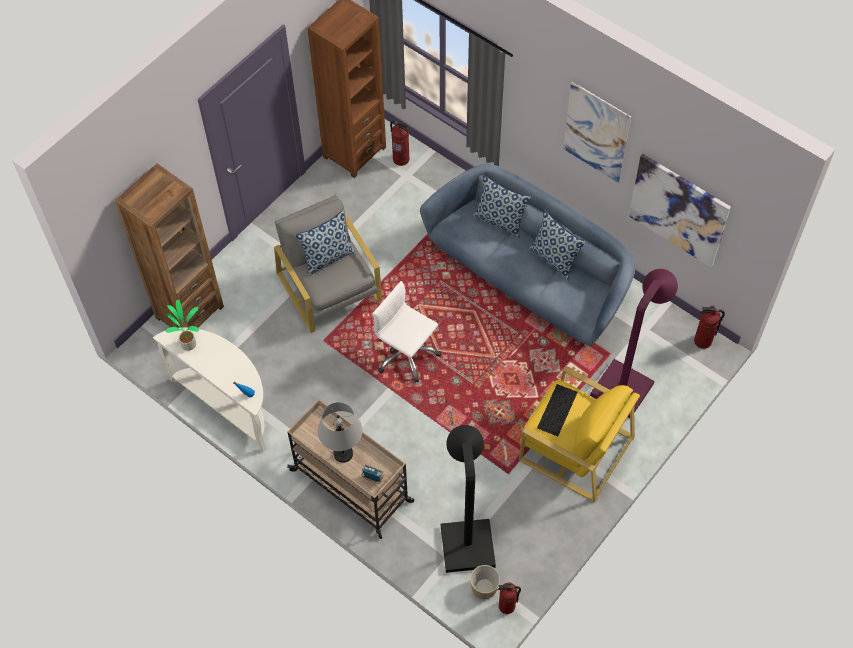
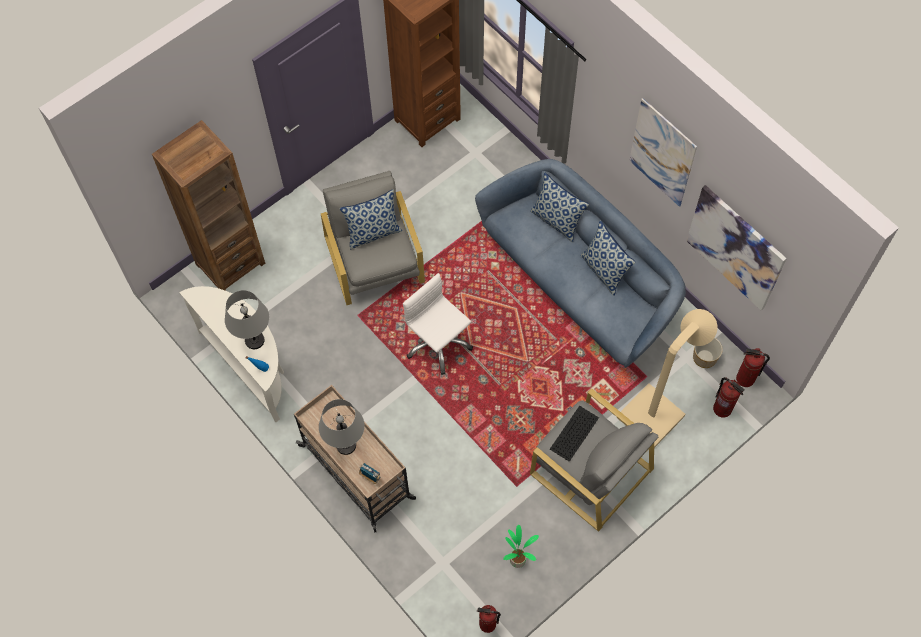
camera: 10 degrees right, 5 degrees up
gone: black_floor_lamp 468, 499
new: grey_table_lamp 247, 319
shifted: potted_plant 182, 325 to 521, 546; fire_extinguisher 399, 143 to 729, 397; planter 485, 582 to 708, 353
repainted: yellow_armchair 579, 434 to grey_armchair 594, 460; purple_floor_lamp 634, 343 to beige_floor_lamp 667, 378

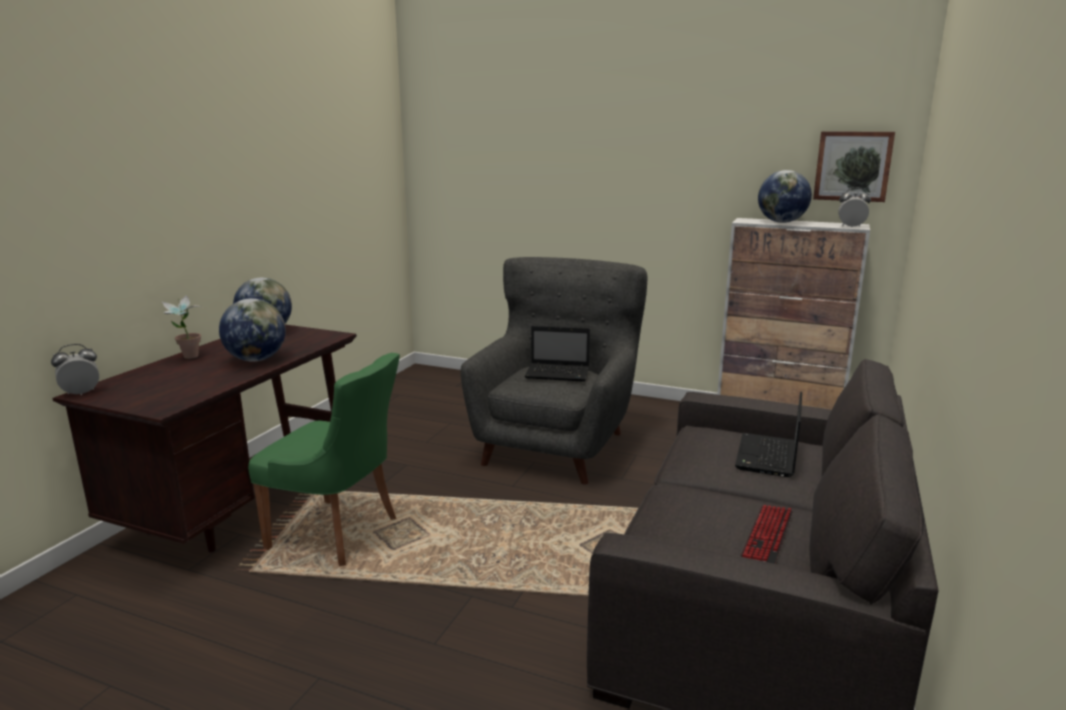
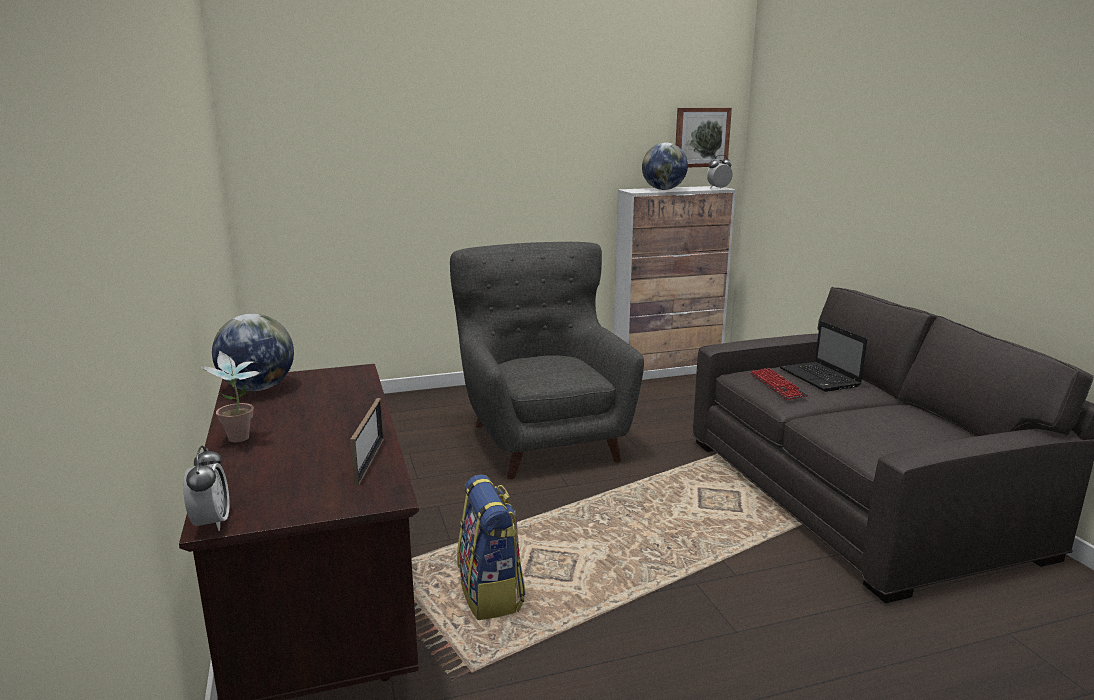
camera: 40 degrees left, 0 degrees up
gone: globe 252, 330; laptop 557, 354
new: picture_frame 367, 442
shifted: keyboard 766, 534 to 779, 384
swapped: green_chair 324, 459 to backpack 491, 547
rotated: alarm_clock 75, 369 = 206, 488 150 degrees clockwise

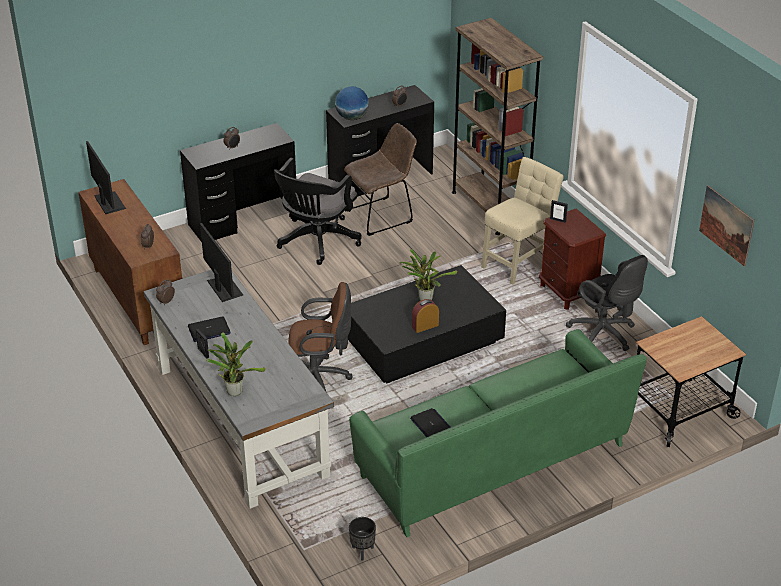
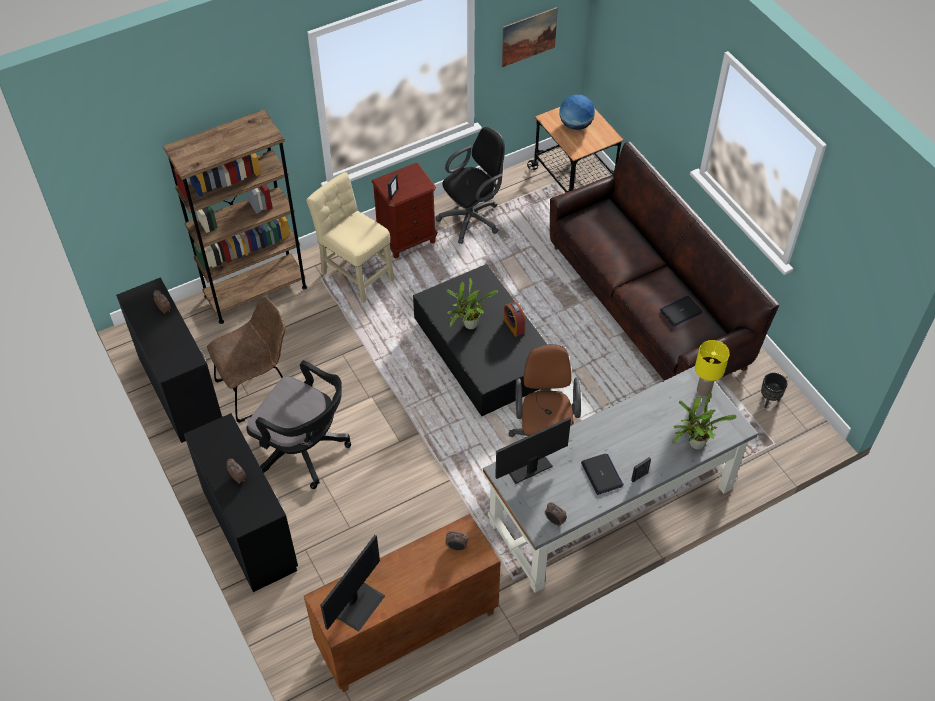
camera: 90 degrees left, 15 degrees up
new: yellow_table_lamp 712, 368
shifted: globe 352, 103 to 577, 112
repainted: green_sofa 498, 433 to brown_sofa 665, 261
rotated: monitor 106, 177 = 352, 583 150 degrees clockwise; brown_chair 380, 179 = 246, 360 90 degrees clockwise

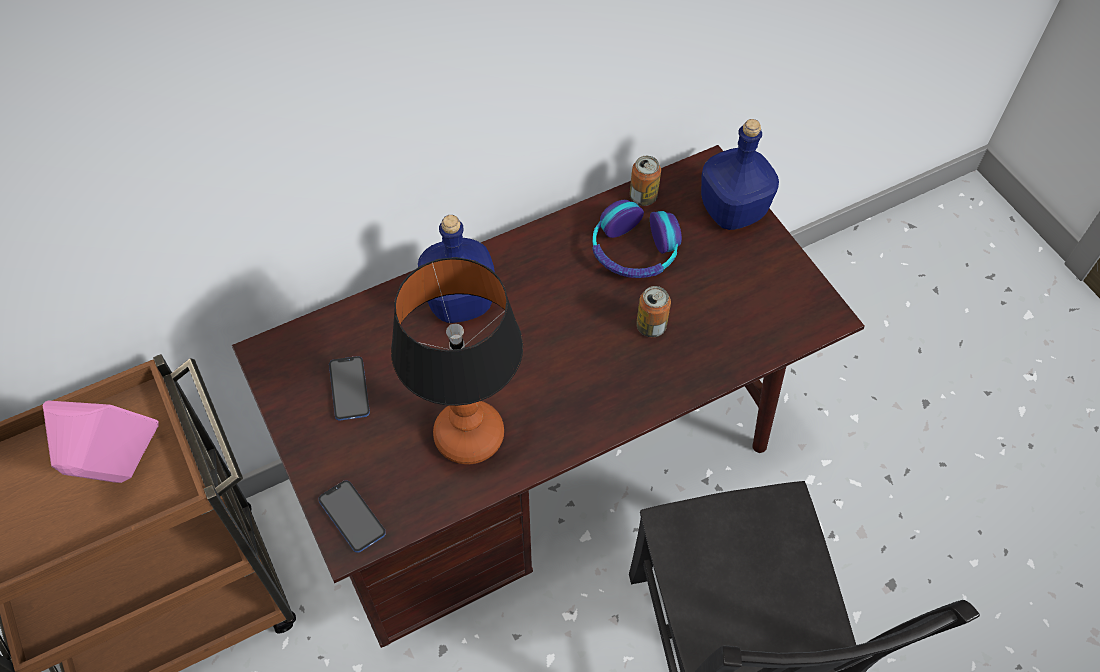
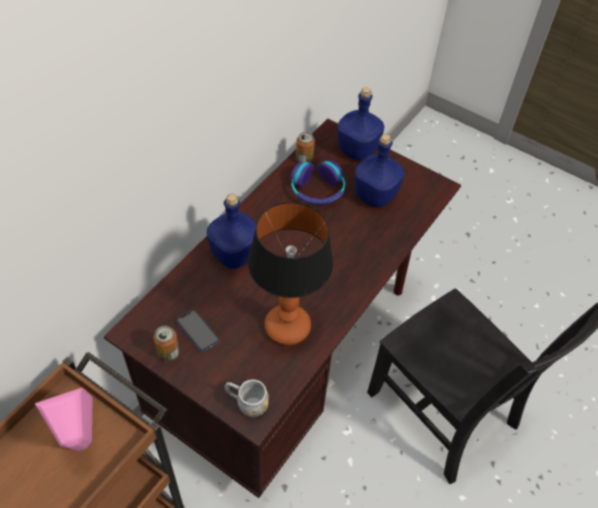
camera: 30 degrees left, 5 degrees down
new: blue_bottle 379, 171
shifted: can 653, 311 to 166, 344
swapped: phone 352, 516 to grey_mug 247, 398

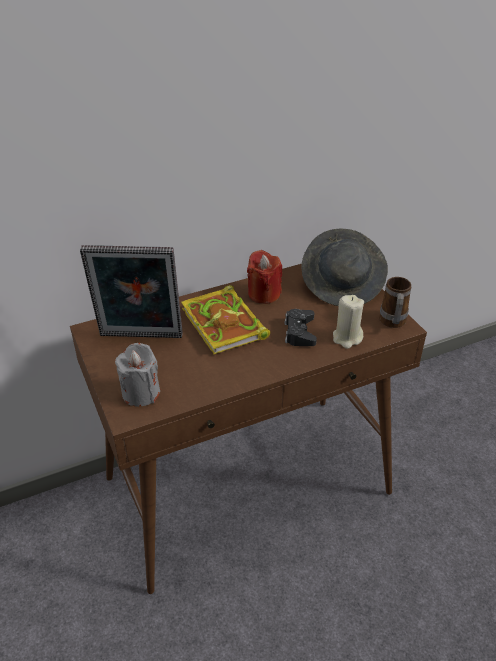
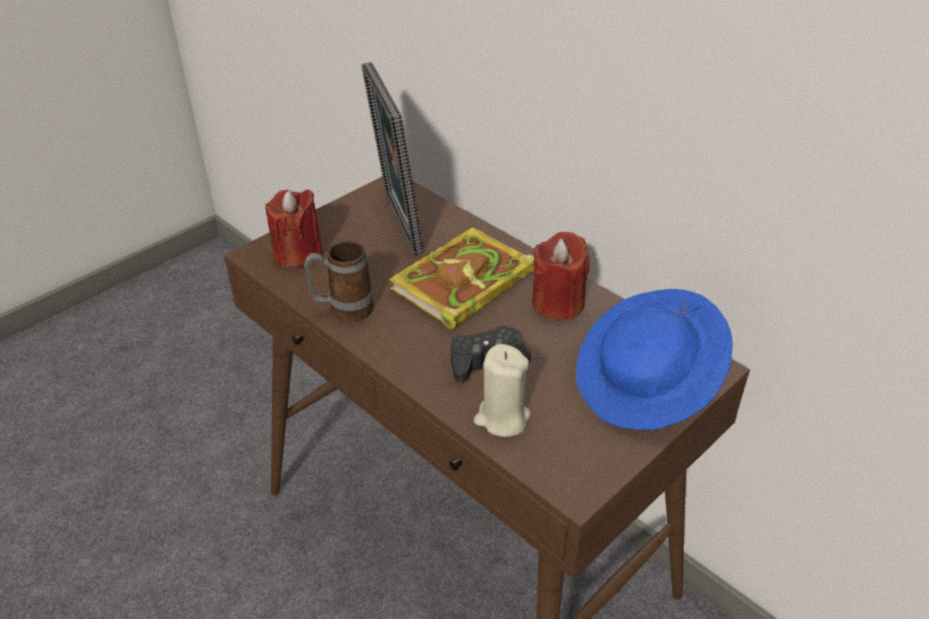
camera: 70 degrees right, 0 degrees up
shifted: mug 395, 302 to 338, 281
repainted: grey_candle 137, 375 to red_candle 294, 228; grey_hat 344, 267 to blue_hat 654, 359

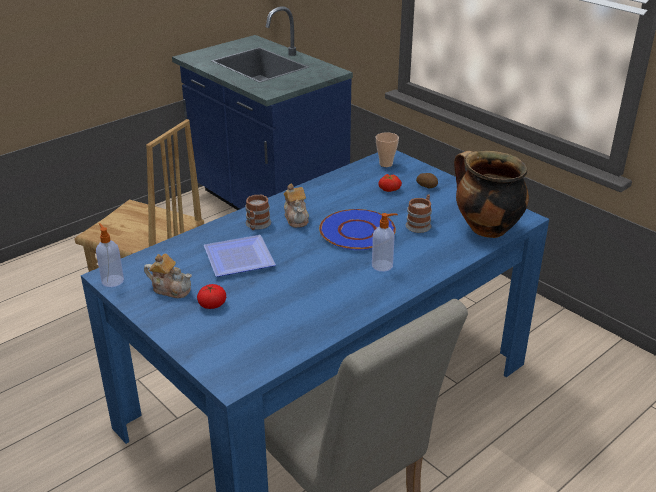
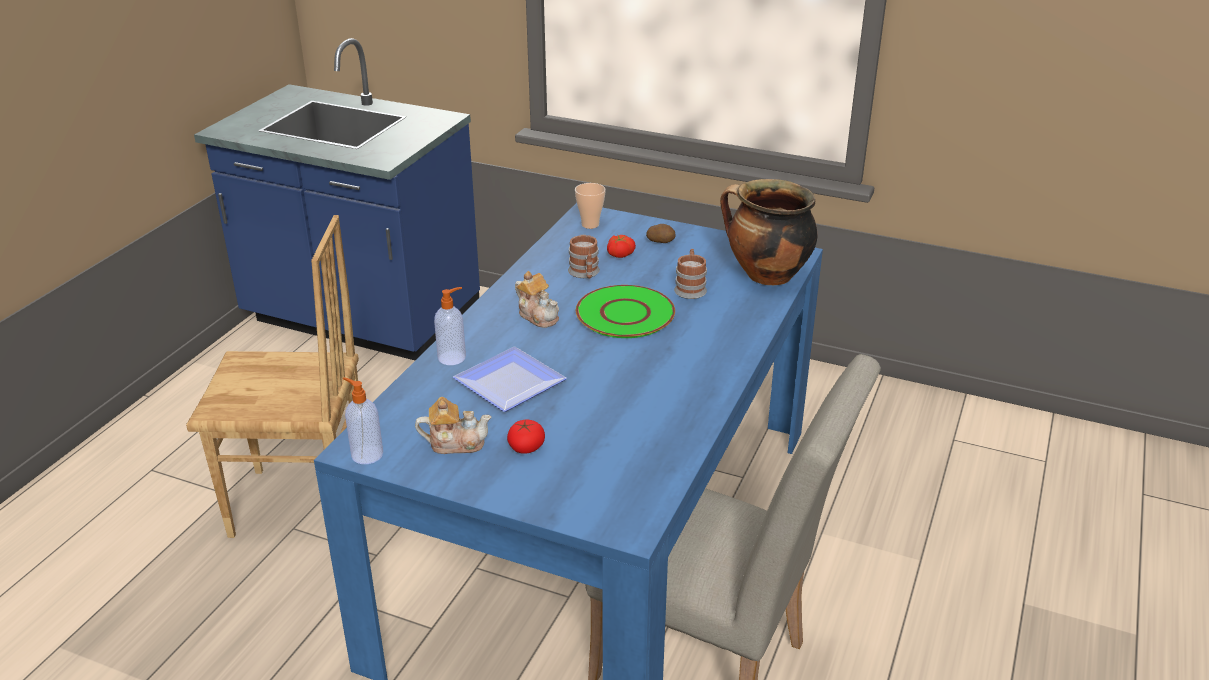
camera: 25 degrees left, 0 degrees up
shifted: mug 258, 212 to 584, 257; soap_dispenser 385, 242 to 450, 326
repainted: blue_plate 357, 229 to green_plate 625, 311

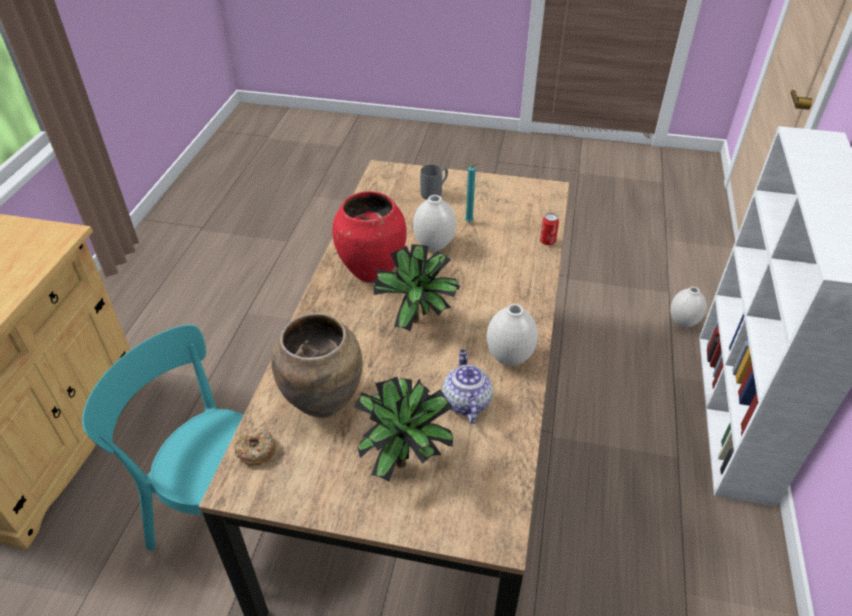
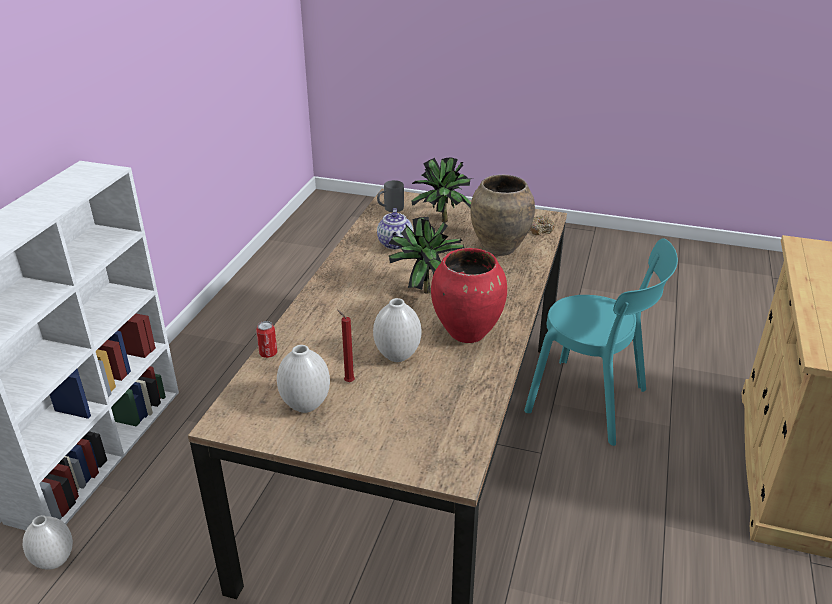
camera: 175 degrees left, 10 degrees down
shifted: grey_mug 434, 182 to 390, 196; white_vase 512, 335 to 303, 379
repainted: turquoise_candle 472, 192 to red_candle 346, 346

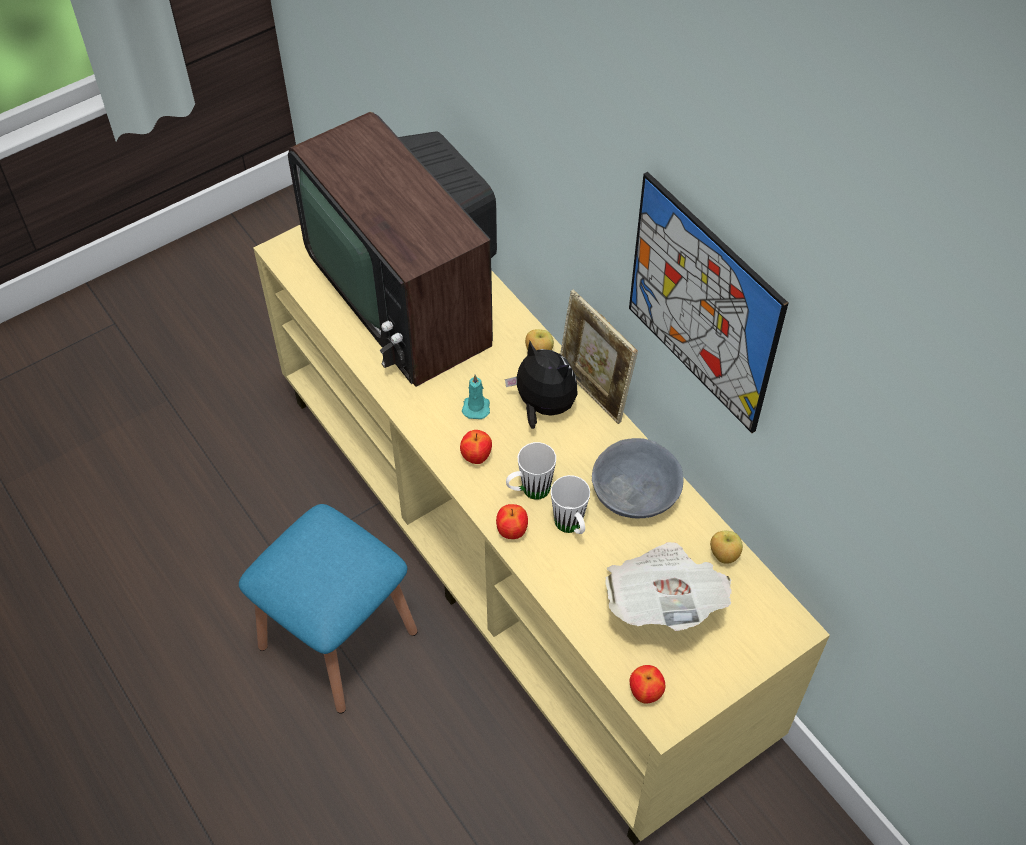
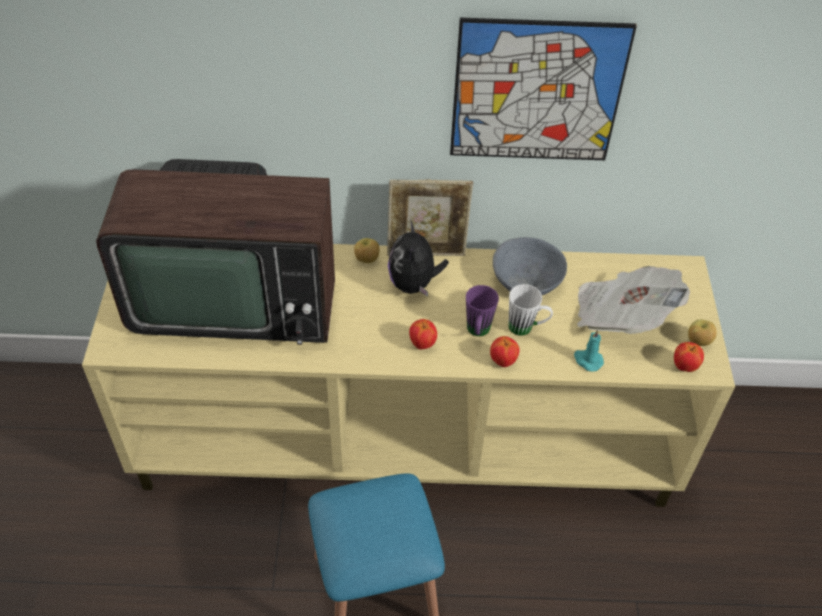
camera: 55 degrees left, 5 degrees down
shifted: turquoise_candle 476, 396 to 589, 350; apple 726, 547 to 702, 332
repainted: white_mug 531, 471 to purple_mug 482, 310
rotated: plush_toy 541, 385 = 418, 259 75 degrees counterclockwise

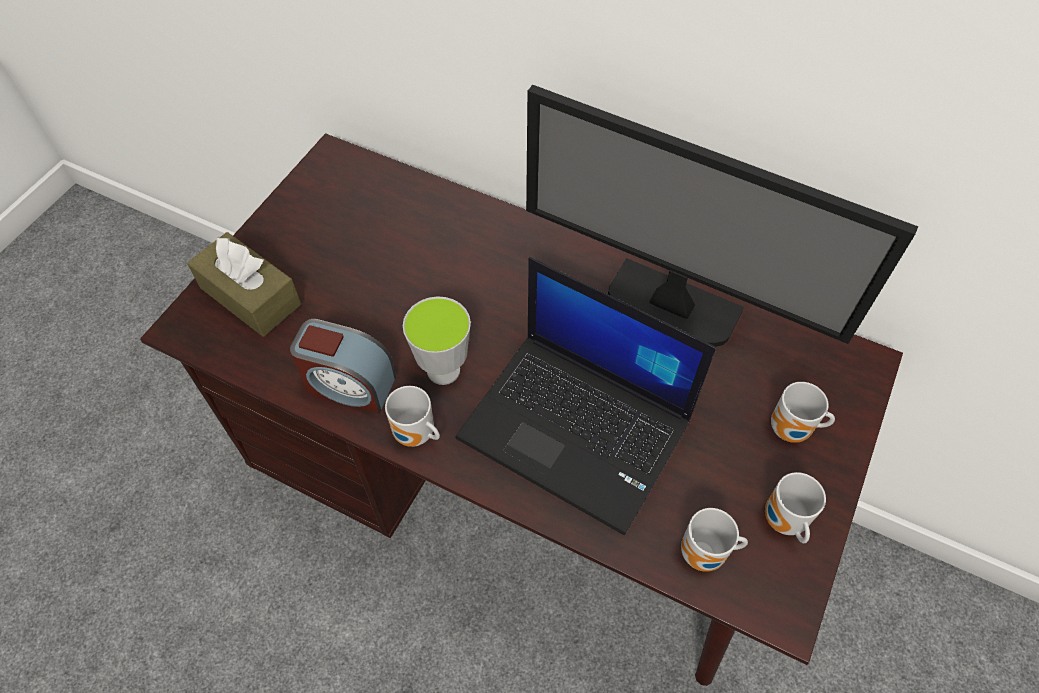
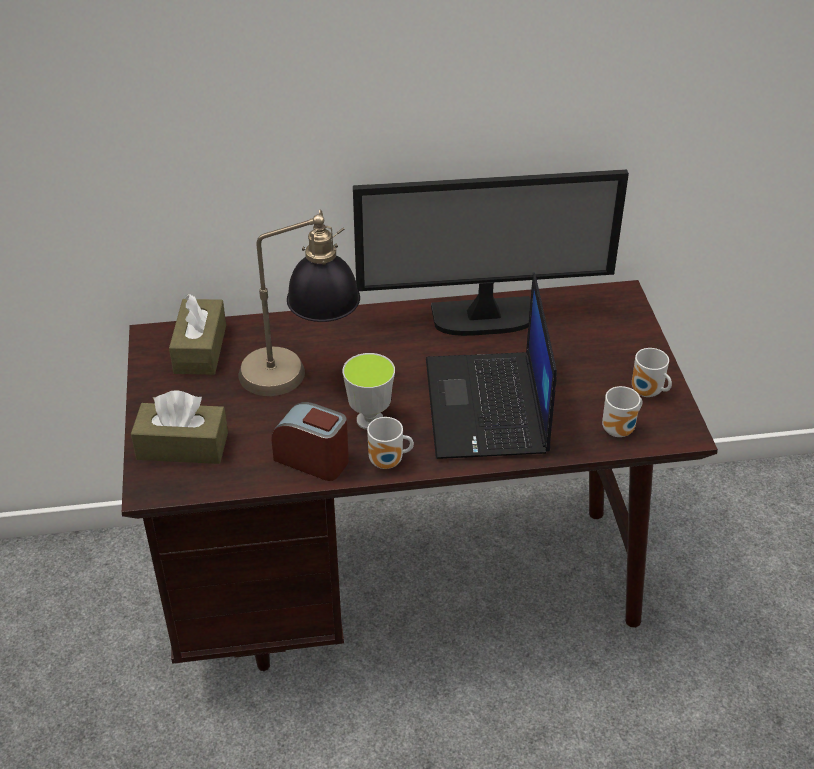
camera: 35 degrees left, 15 degrees down
gone: mug 803, 412
new: brown_tissue_box 197, 334; table_lamp 299, 302
rotated: alarm_clock 343, 366 = 310, 441 135 degrees counterclockwise; laptop 585, 396 = 491, 365 90 degrees clockwise

